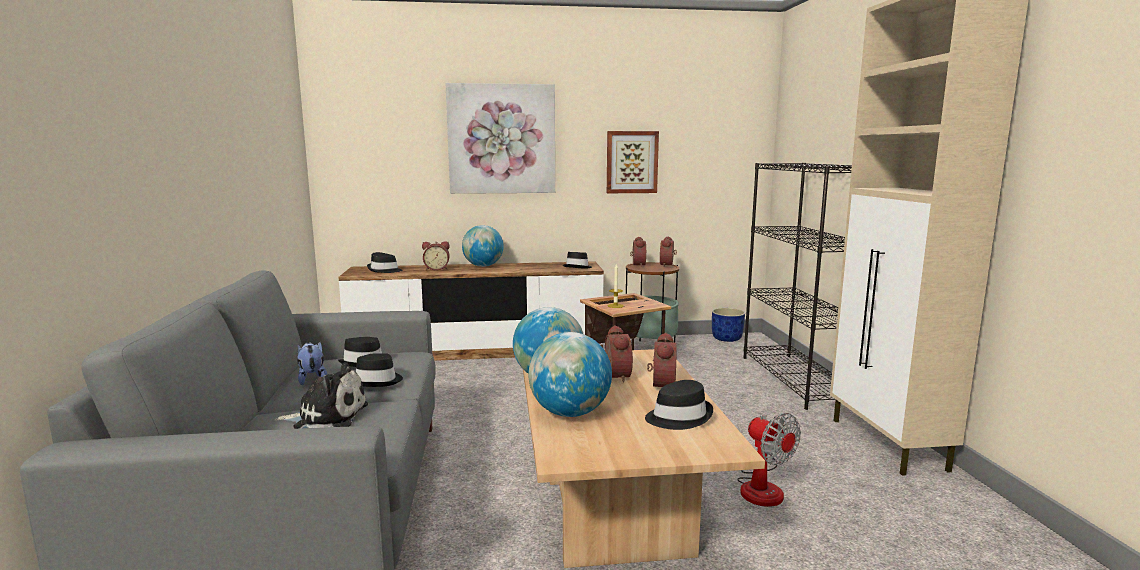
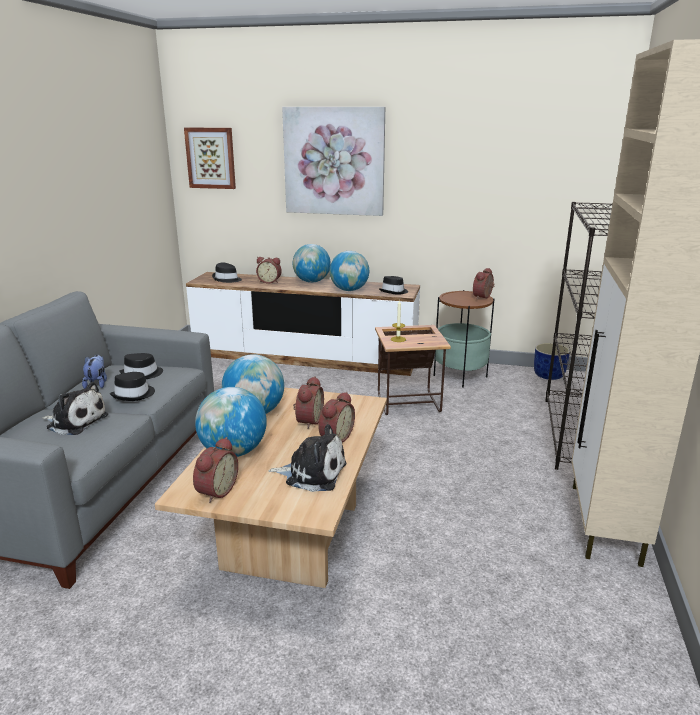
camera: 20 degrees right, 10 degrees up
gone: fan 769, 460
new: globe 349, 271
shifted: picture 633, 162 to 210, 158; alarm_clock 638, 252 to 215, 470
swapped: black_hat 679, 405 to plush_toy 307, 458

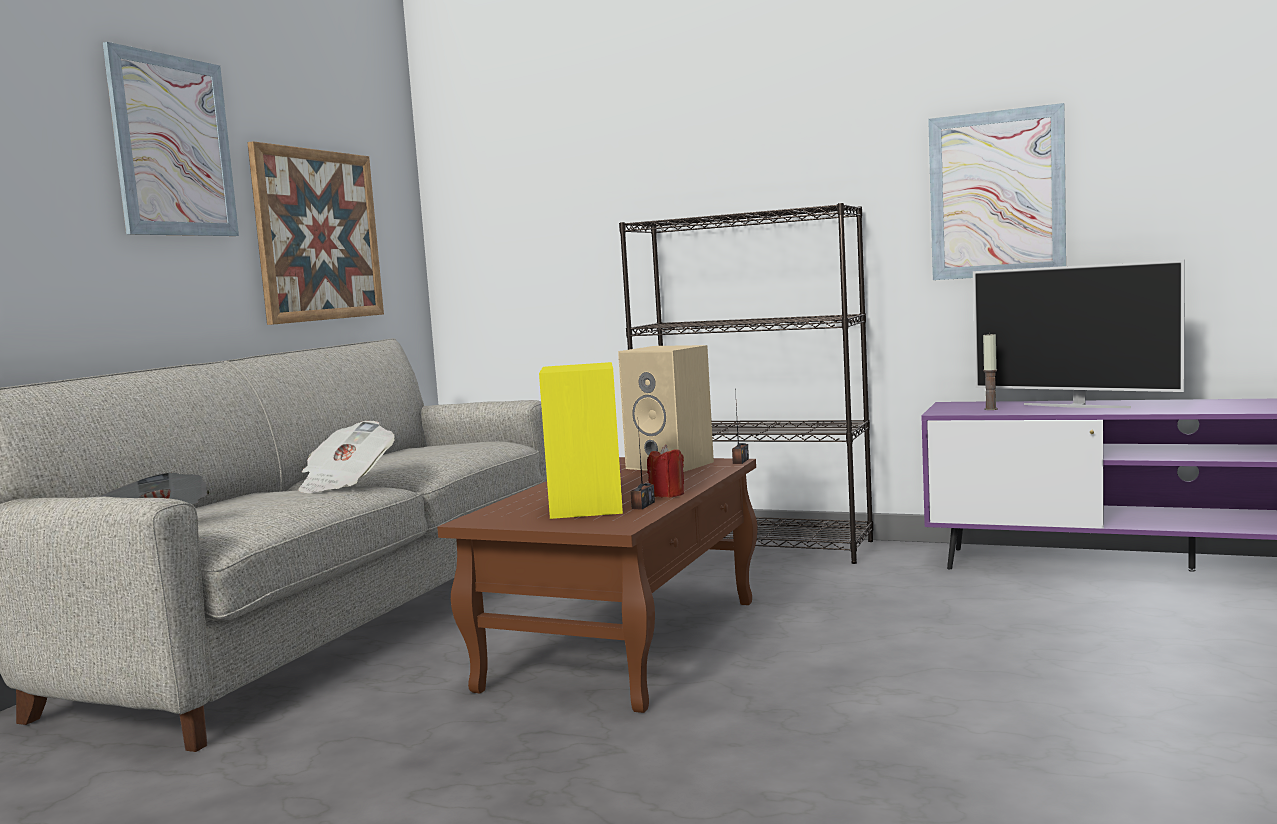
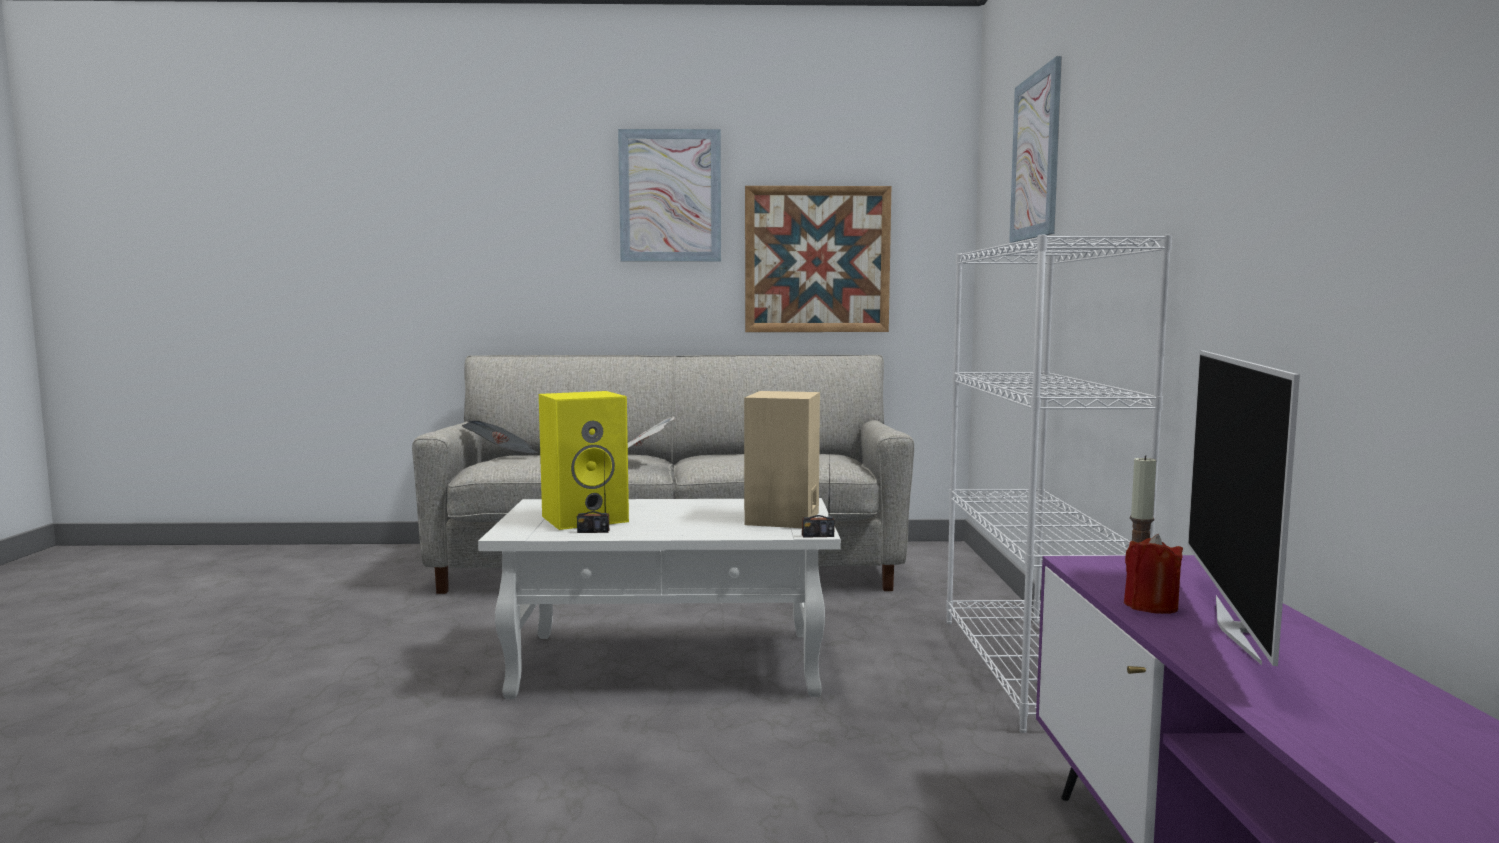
camera: 65 degrees right, 0 degrees up
shifted: red_candle 665, 470 to 1153, 574; picture 997, 191 to 1035, 149
repainted: brown_coffee_table 597, 585 to white_coffee_table 659, 598; black_bookcase 746, 383 to white_bookcase 1059, 484

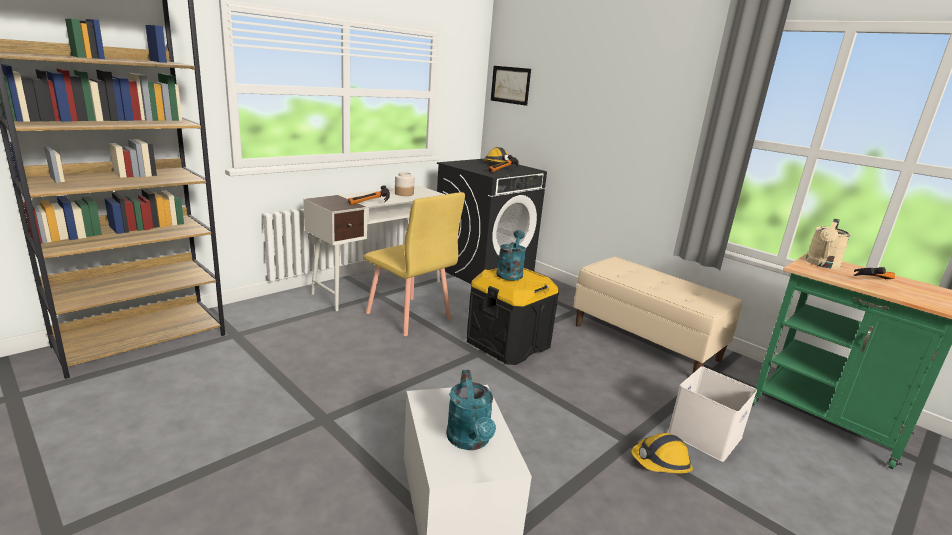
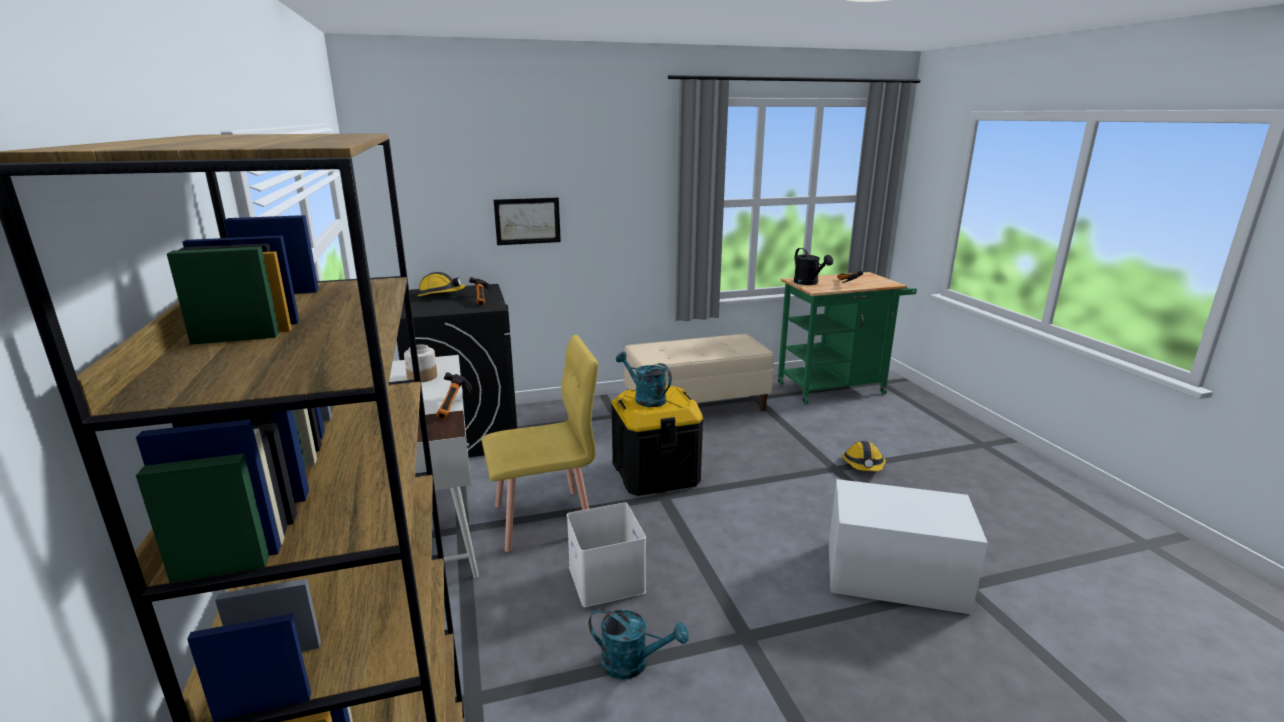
camera: 60 degrees left, 0 degrees up
shifted: turquoise_watering_can 471, 410 to 639, 643; picture 511, 86 to 527, 221; white_storage_box 712, 414 to 606, 555
repainted: beige_watering_can 828, 244 to black_watering_can 813, 266

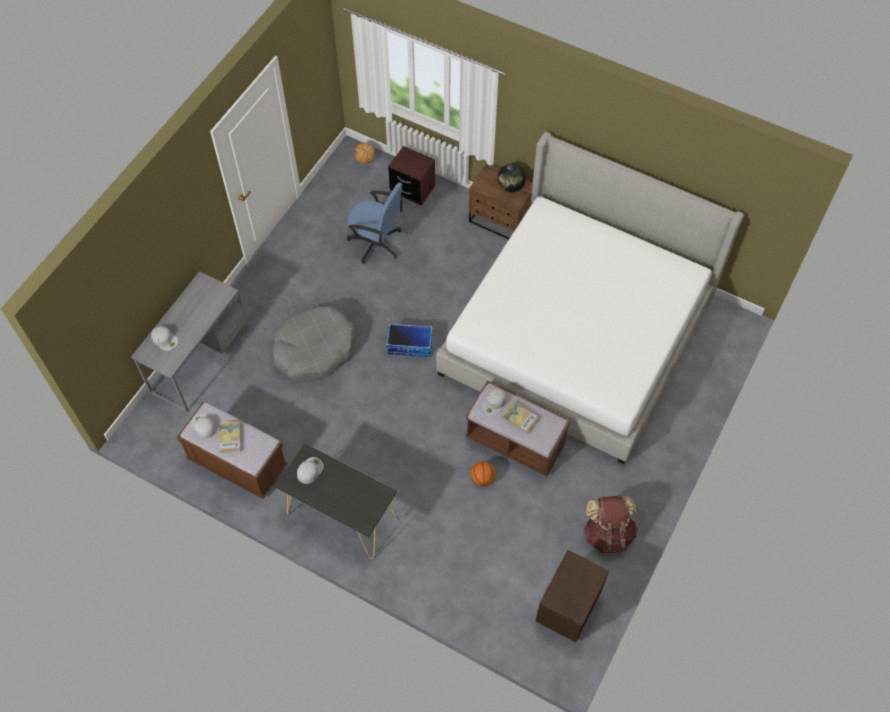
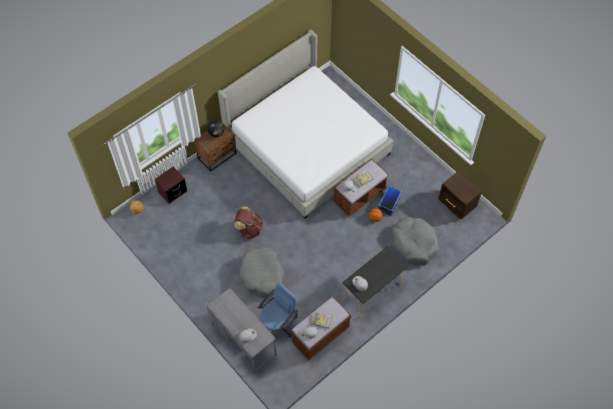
camera: 70 degrees left, 0 degrees up
new: grey_dog_bed 414, 241
shifted: blue_office_chair 375, 223 to 277, 309; storage_box 409, 340 to 390, 201; brown_backpack 610, 524 to 248, 222

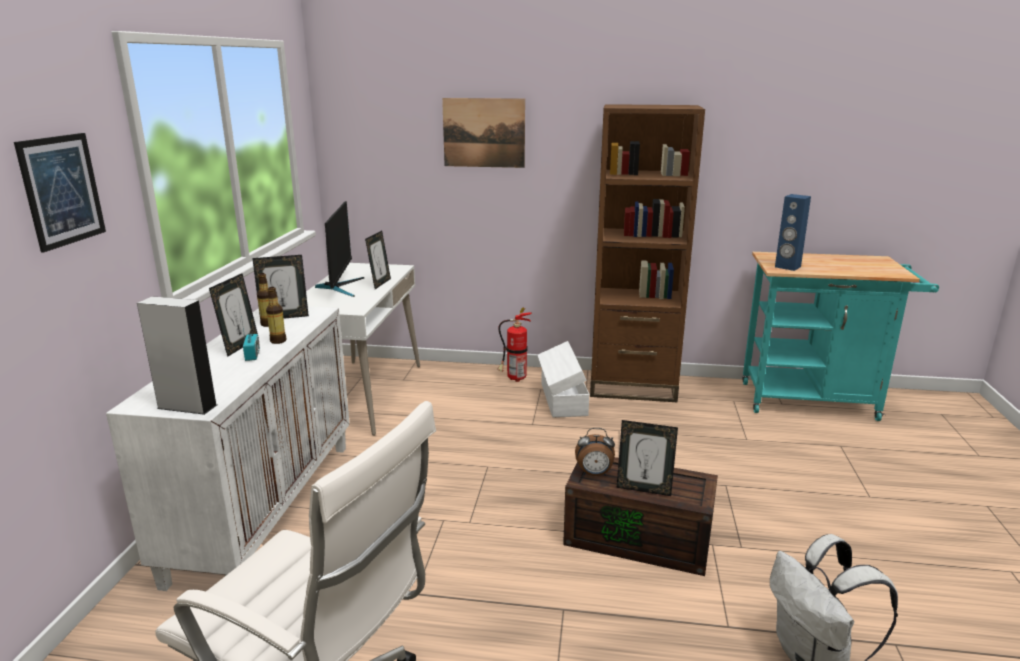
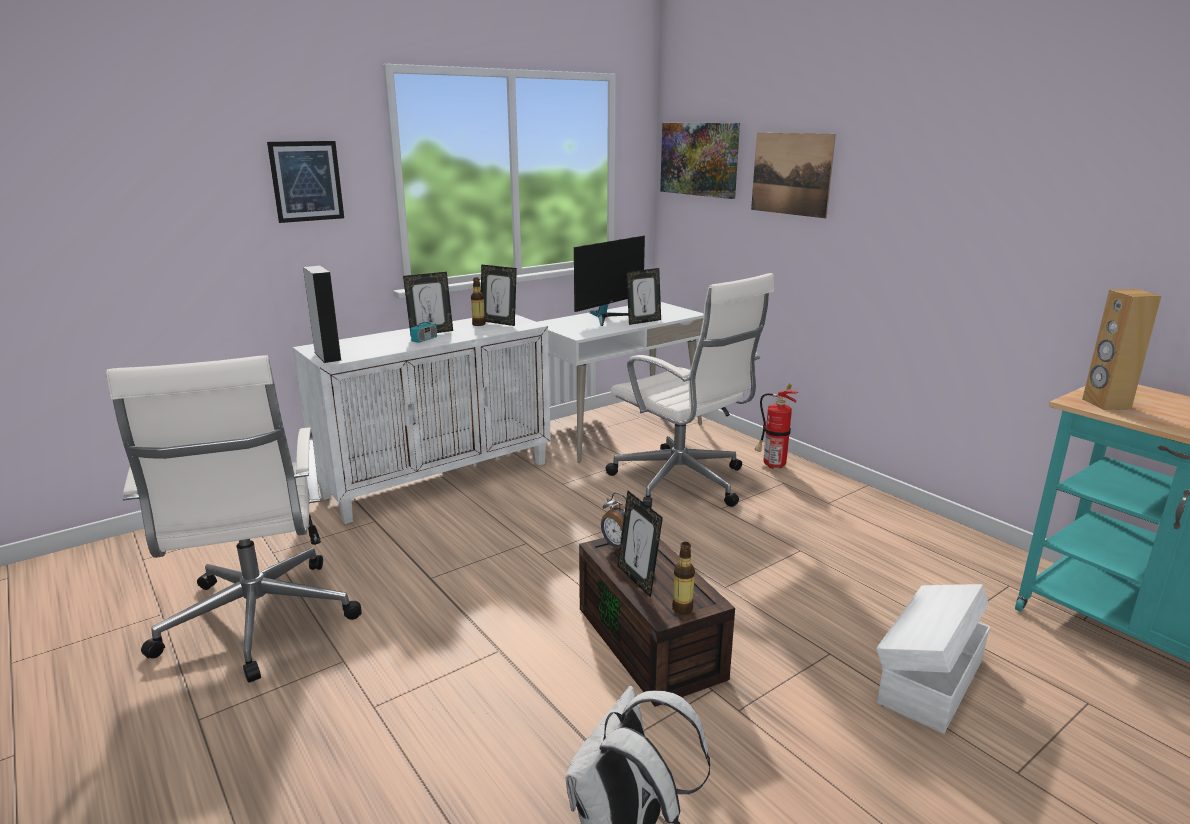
camera: 45 degrees right, 0 degrees up
gone: brown_bookcase 647, 253
new: white_office_chair 690, 390; picture 700, 161
shifted: bottle 276, 315 to 683, 578; white_storage_box 563, 379 to 933, 659
repainted: blue_speaker 793, 232 to brown_speaker 1121, 349

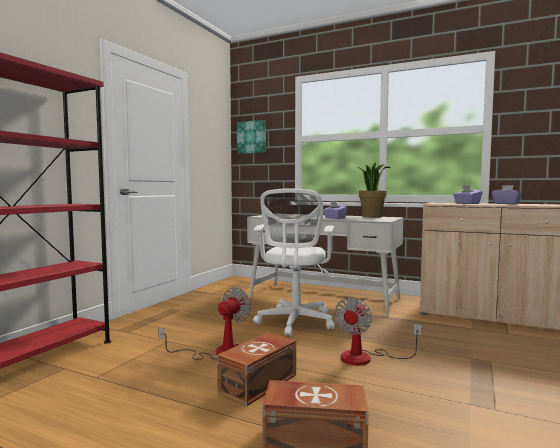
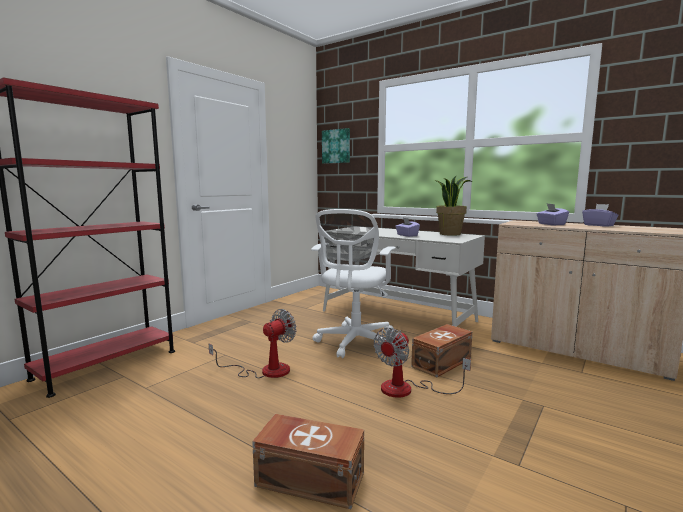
camera: 10 degrees right, 5 degrees up
shifted: brown_storage_box 256, 369 to 441, 350

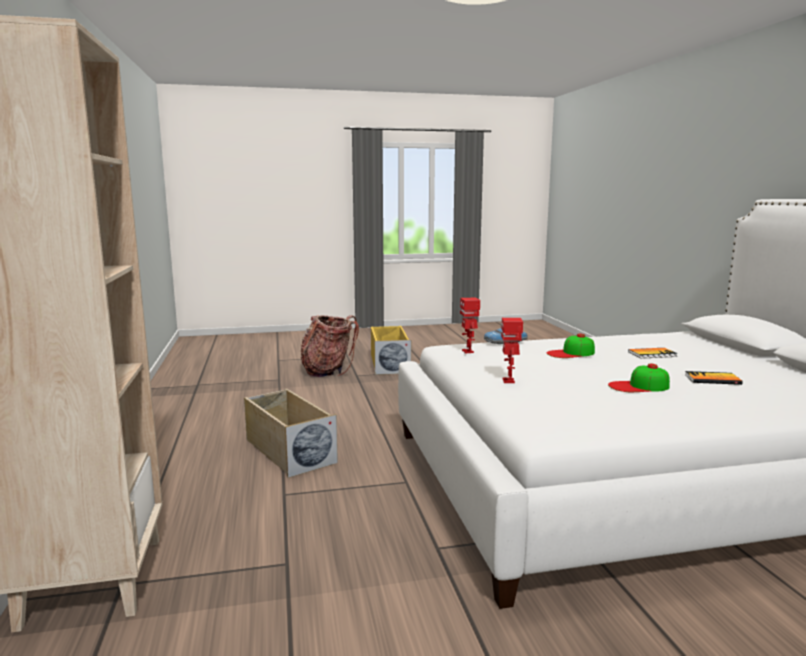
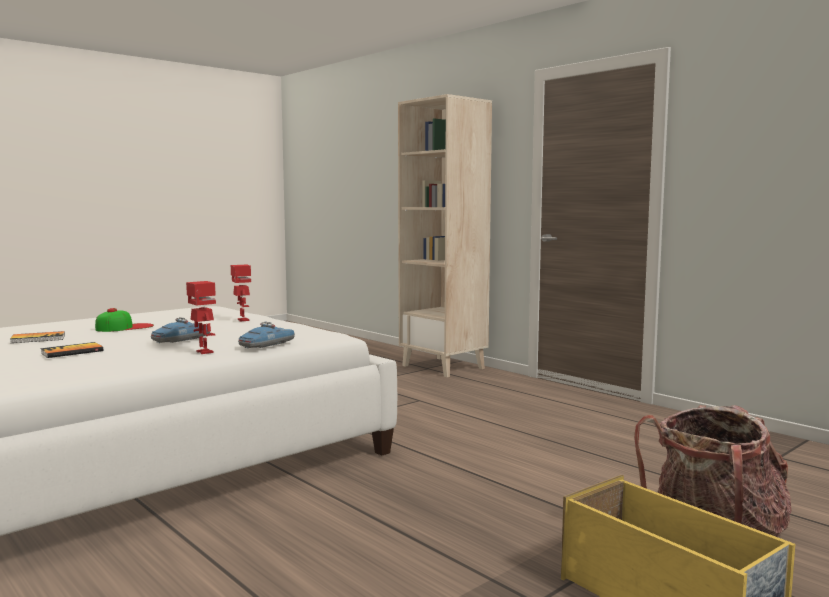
camera: 150 degrees right, 5 degrees down
gone: beige_storage_box 291, 433
shifted: toy_robot 470, 325 to 201, 317
swapped: cap 571, 346 to toy_car 180, 330

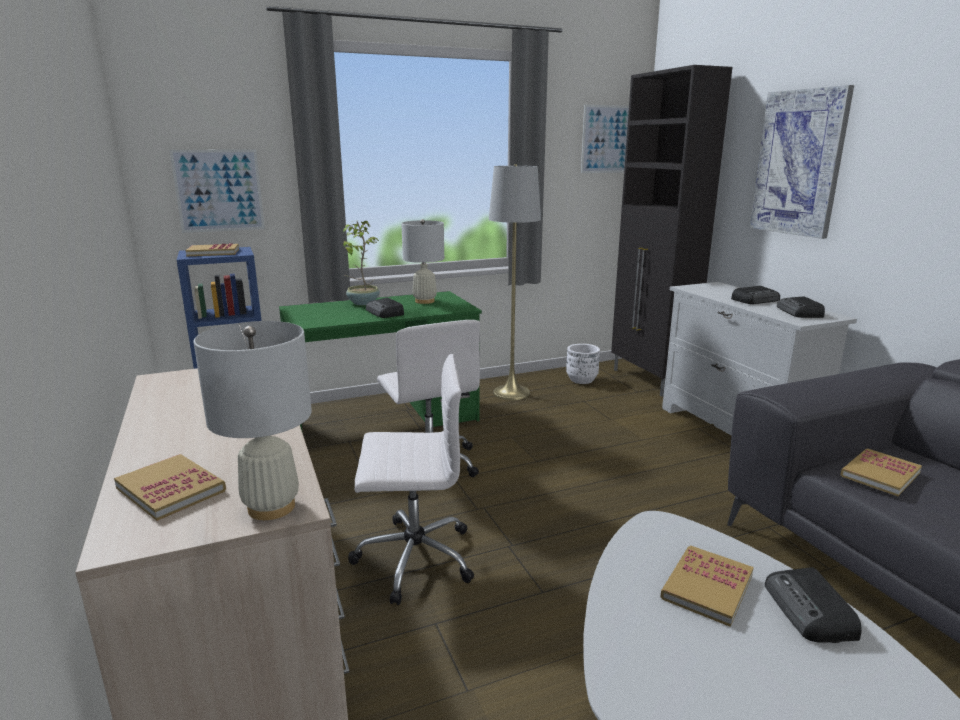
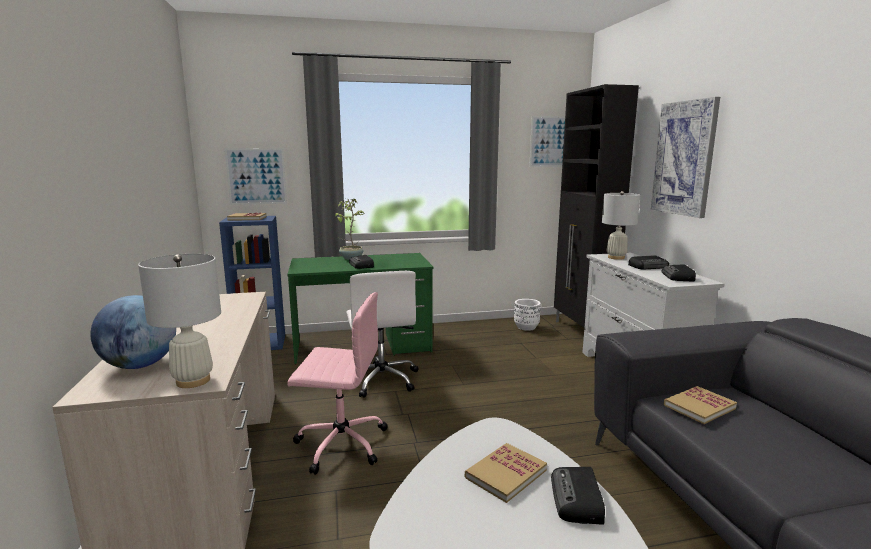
camera: 10 degrees right, 5 degrees down
gone: grey_floor_lamp 515, 282
shifted: white_table_lamp 422, 261 to 621, 225
swapped: book 170, 487 to globe 133, 332
repainted: white_office_chair 411, 479 to pink_office_chair 337, 383

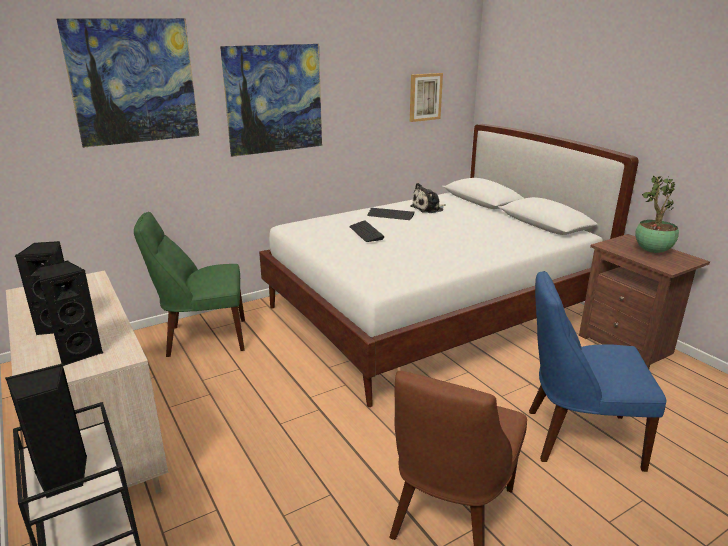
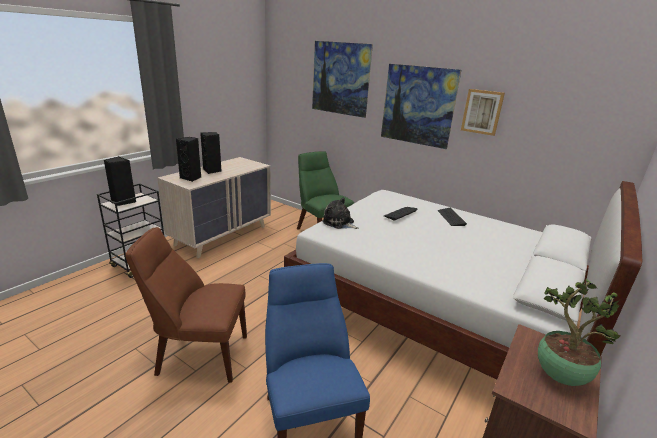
camera: 65 degrees right, 0 degrees up
shifted: picture 426, 97 to 483, 112; plush_toy 428, 198 to 340, 213

